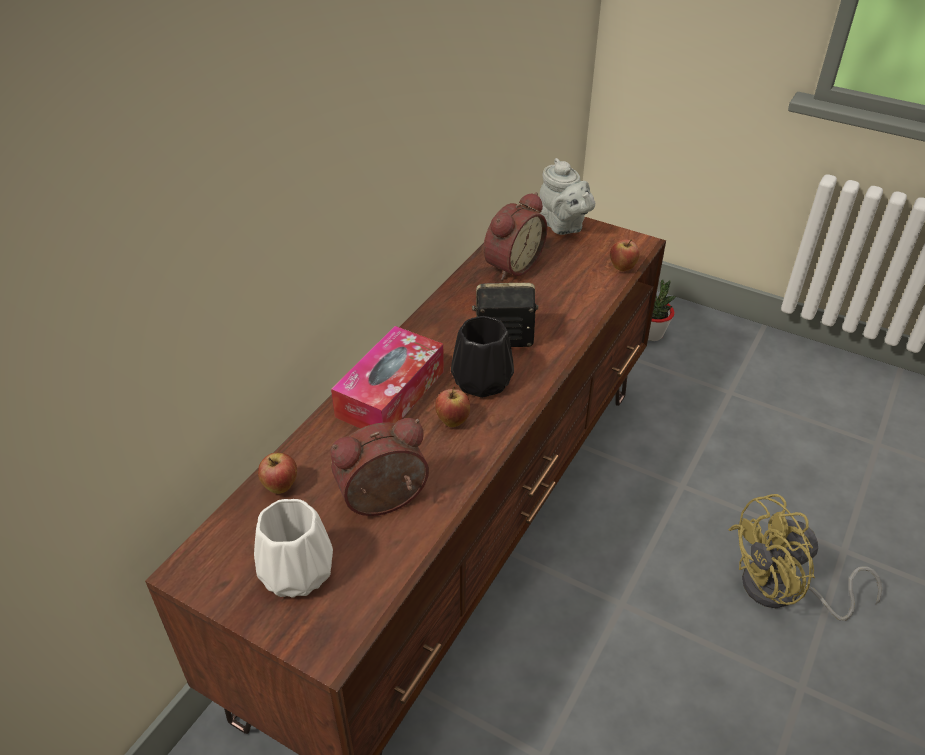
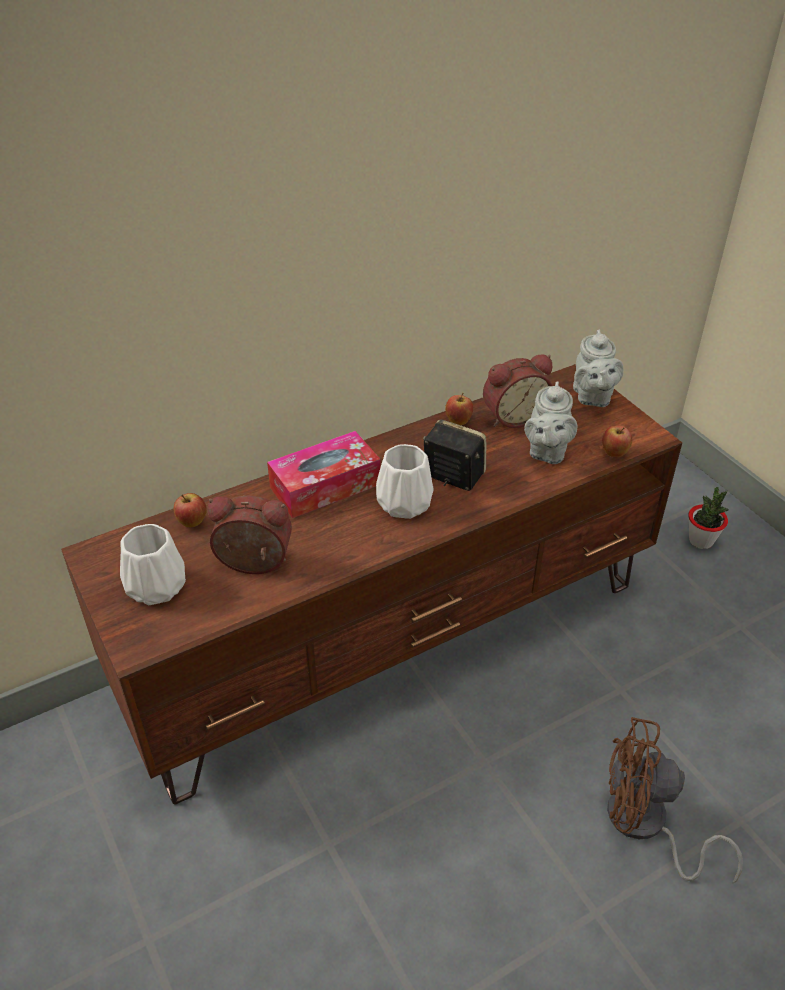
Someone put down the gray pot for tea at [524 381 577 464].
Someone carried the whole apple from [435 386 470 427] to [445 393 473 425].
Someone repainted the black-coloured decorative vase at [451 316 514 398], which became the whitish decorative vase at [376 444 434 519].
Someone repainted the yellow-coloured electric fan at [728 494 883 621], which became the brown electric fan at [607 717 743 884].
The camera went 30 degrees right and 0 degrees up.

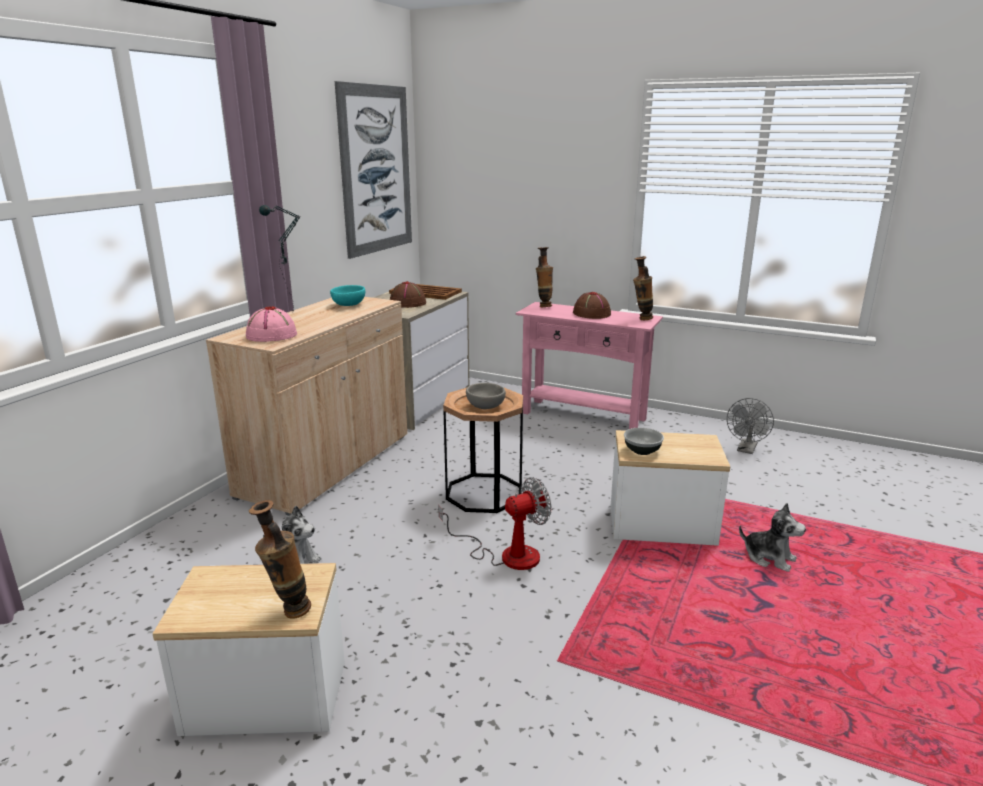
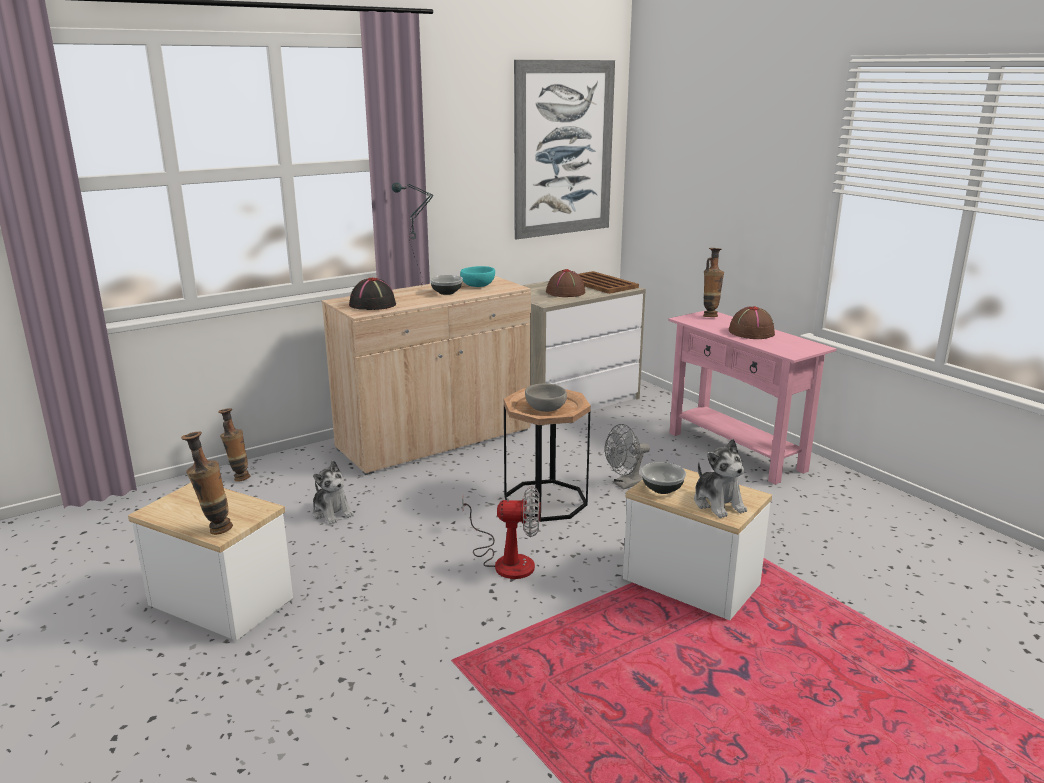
Someone put down the deep dish at [430 275 463 295].
Someone carried the decorative vase from [633 256 653 320] to [218 408 250 482].
Someone carried the gray electric fan from [727 398 774 454] to [605 424 650 490].
Someone carried the plush toy from [739 503 806 572] to [694 439 747 518].
Someone repainted the pink clothing hat at [246 306 297 342], which became the black-coloured clothing hat at [349 278 396 310].
The camera went 30 degrees right and 0 degrees up.

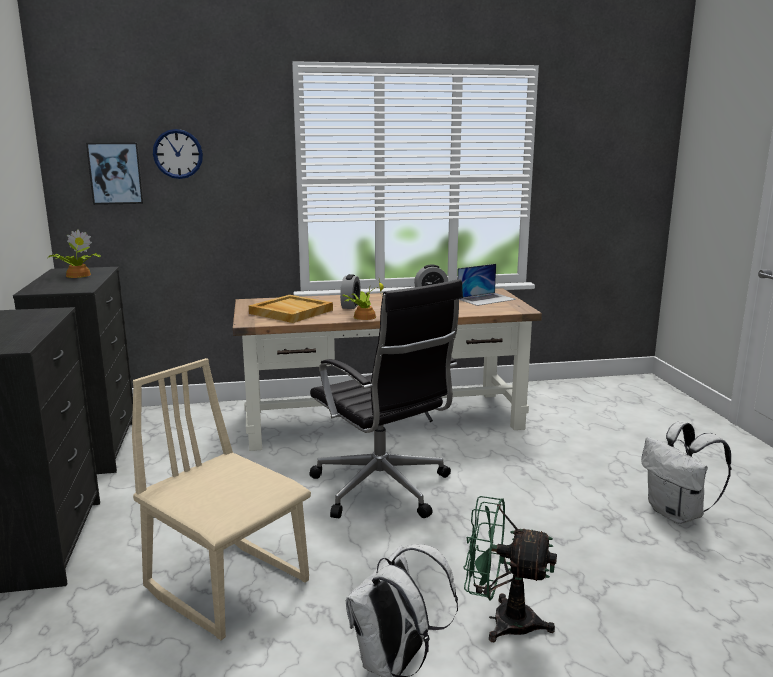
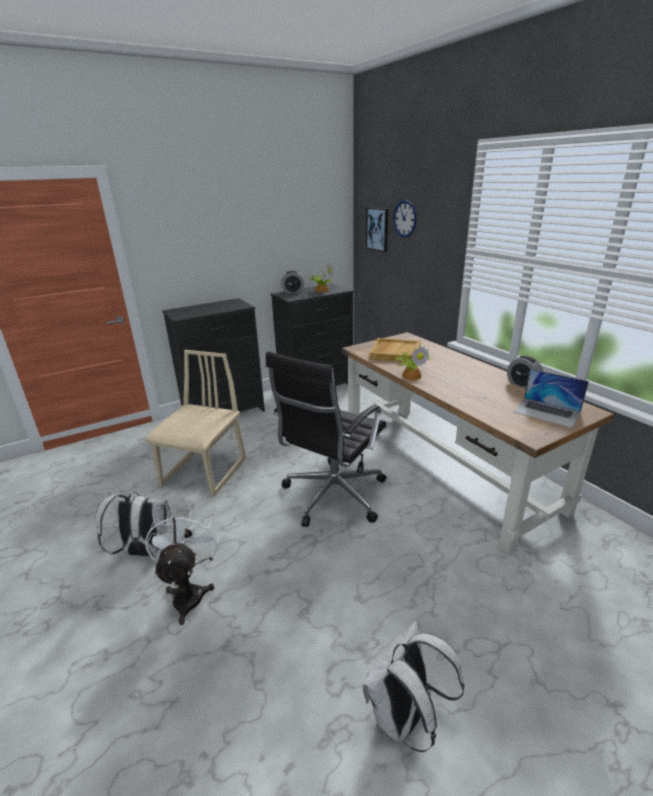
Someone carried the table clock from [340 274 361 309] to [281 271 304 293].
Someone repainted the greenish electric fan at [464 496 557 642], which became the whitish electric fan at [145 509 219 625].
The camera went 70 degrees right and 10 degrees up.

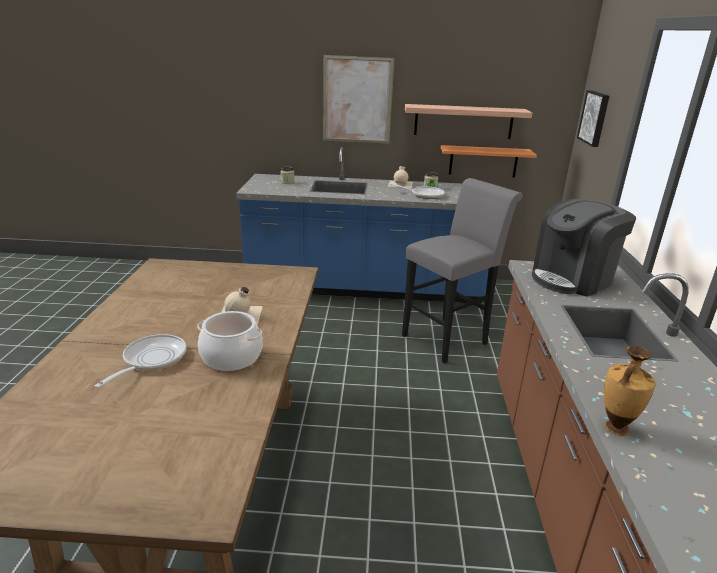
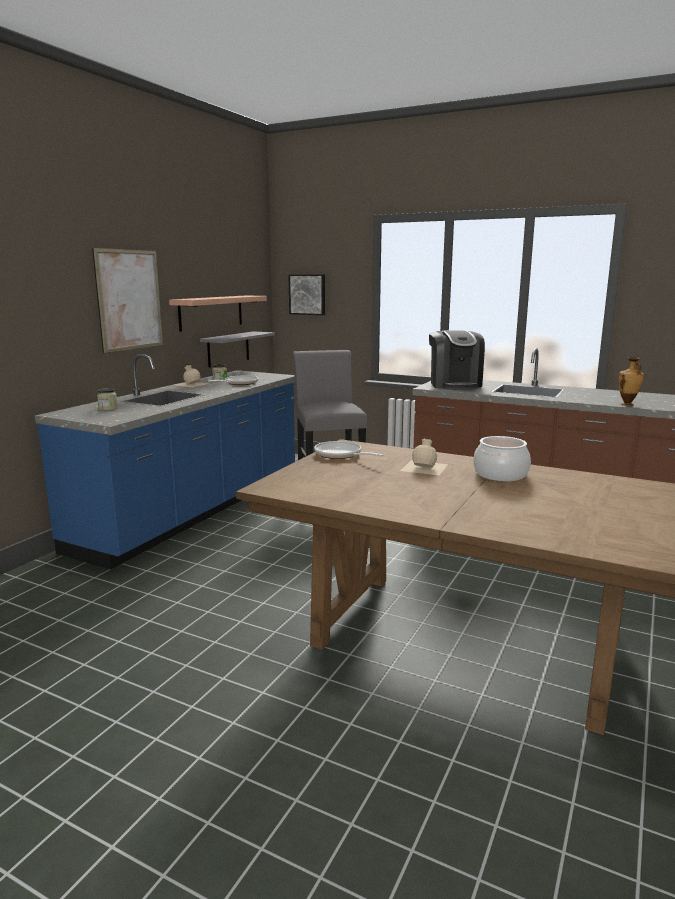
Someone carried the frying pan from [94 334 186 388] to [314 441 383 459].
Someone repainted the orangey wall shelf at [441 145 537 178], which became the gray wall shelf at [200 331 274 368].
The camera went 65 degrees left and 10 degrees down.

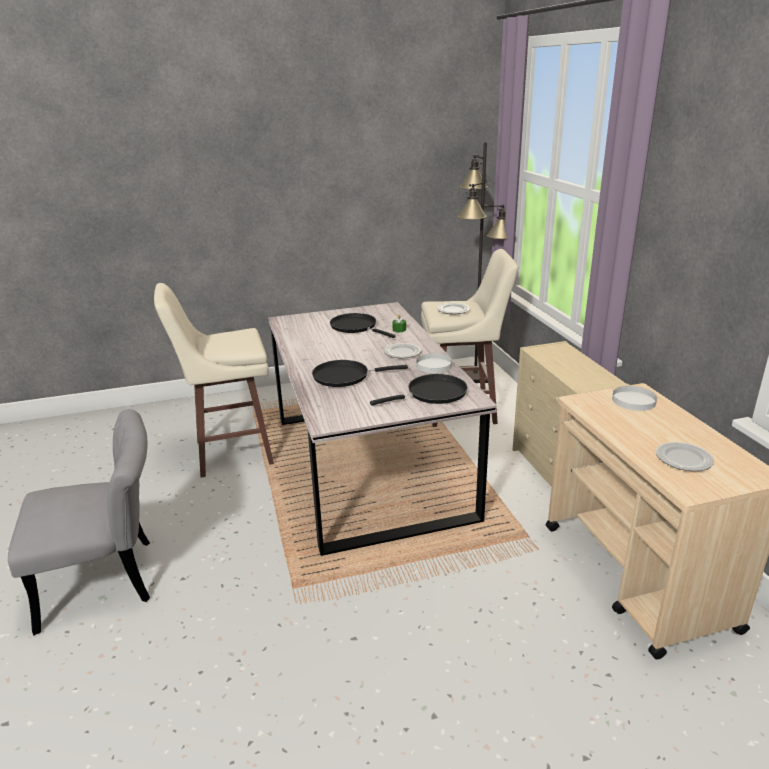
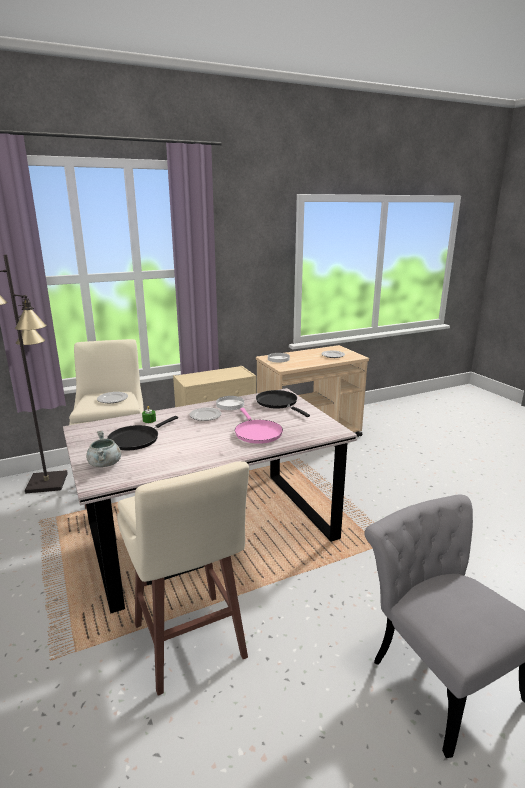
Someone put down the gray saucepot at [86 431 122 467].
Someone repainted the black-coloured frying pan at [312 360 408 387], which became the pink frying pan at [235 408 283 444].
The camera went 100 degrees left and 5 degrees down.

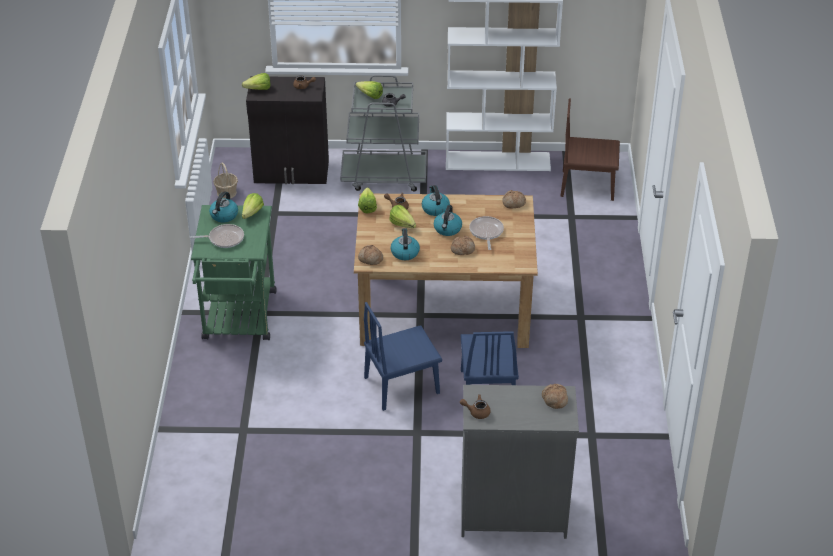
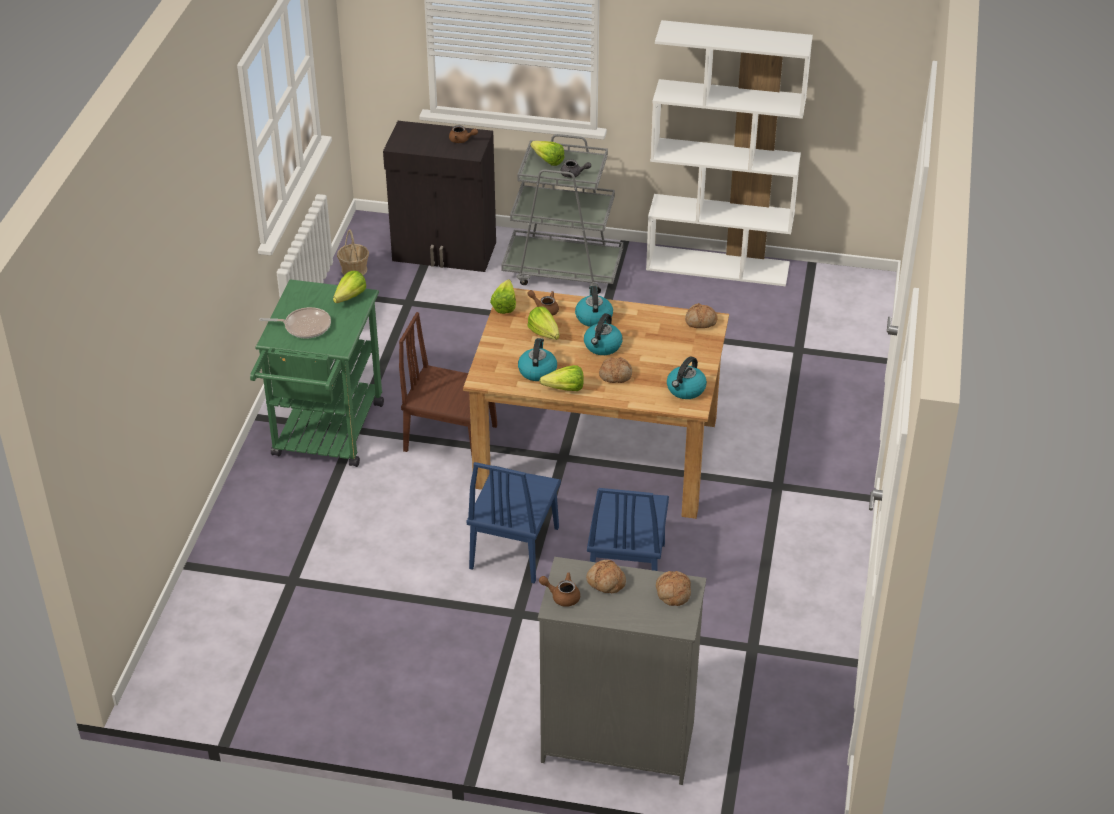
Someone took away the frying pan at [469 216 504 250].
Someone carried the water kettle from [209 191 238 223] to [667 356 707 399].
Someone carried the lettuce from [242 73 270 90] to [539 365 584 391].
Someone carried the baked bread from [358 245 383 265] to [586 560 626 593].
Someone carried the brown upright chair from [560 98 620 201] to [399 312 497 455].
Someone rotated the blue upright chair at [364 302 442 411] by 60 degrees counterclockwise.
The camera went 10 degrees right and 0 degrees up.

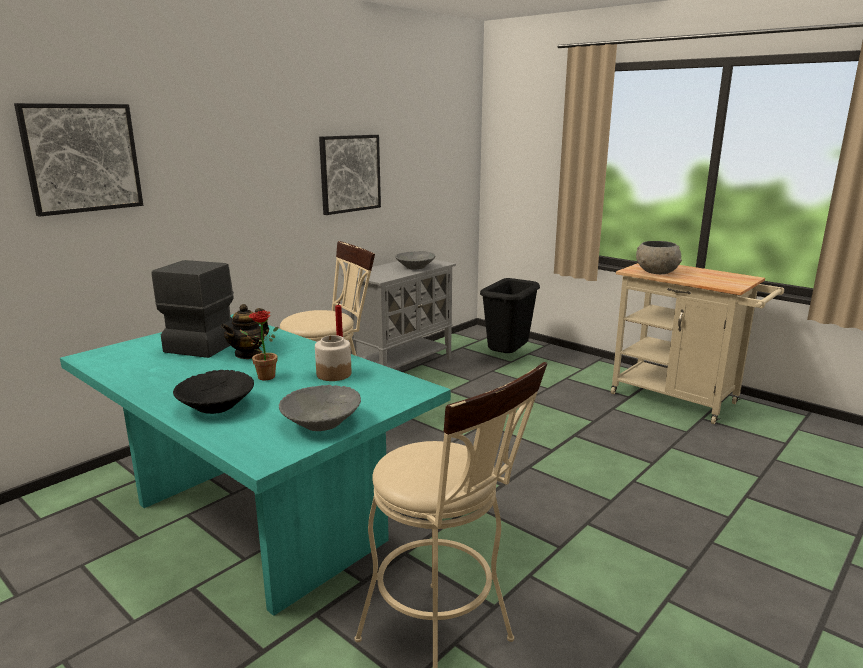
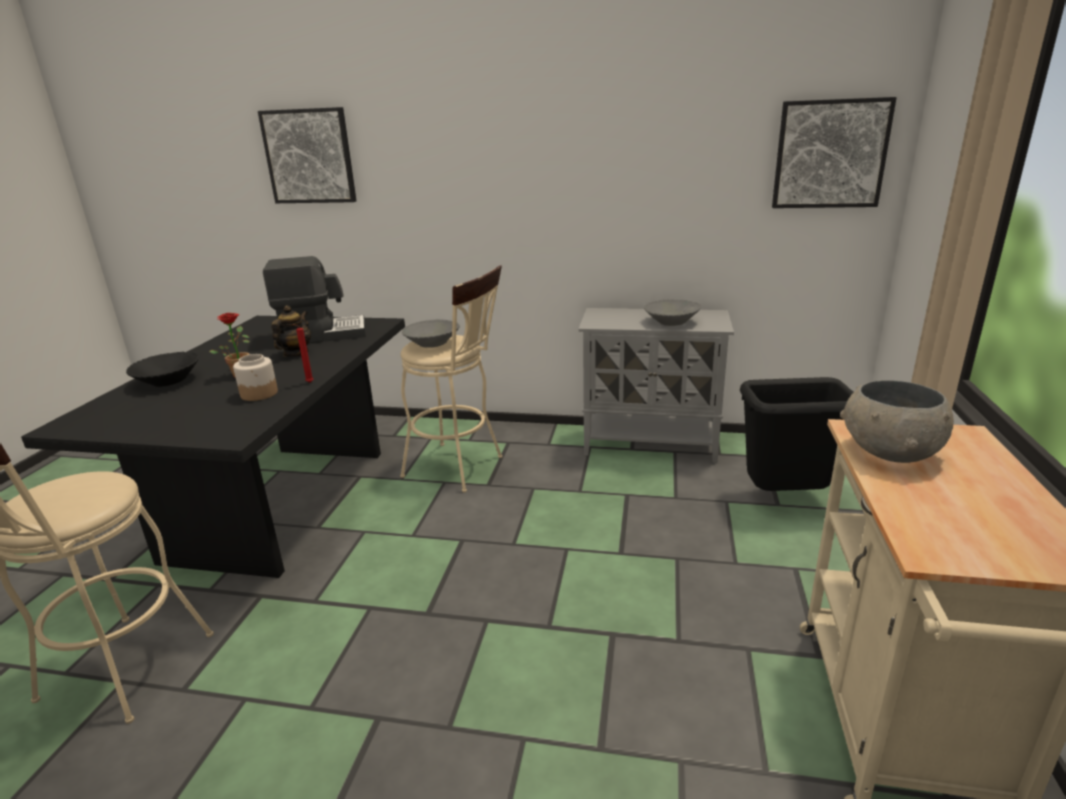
Someone carried the gray deep dish from [279 385 361 431] to [402 319 460 348].
Someone carried the wall picture from [319 135 381 215] to [772 97 897 208].
Someone repainted the turquoise-coloured dinner table at [60 314 451 616], which became the black-coloured dinner table at [21 316 405 578].
Someone rotated the pot for tea at [221 304 269 359] by 105 degrees clockwise.
The camera went 60 degrees right and 5 degrees up.

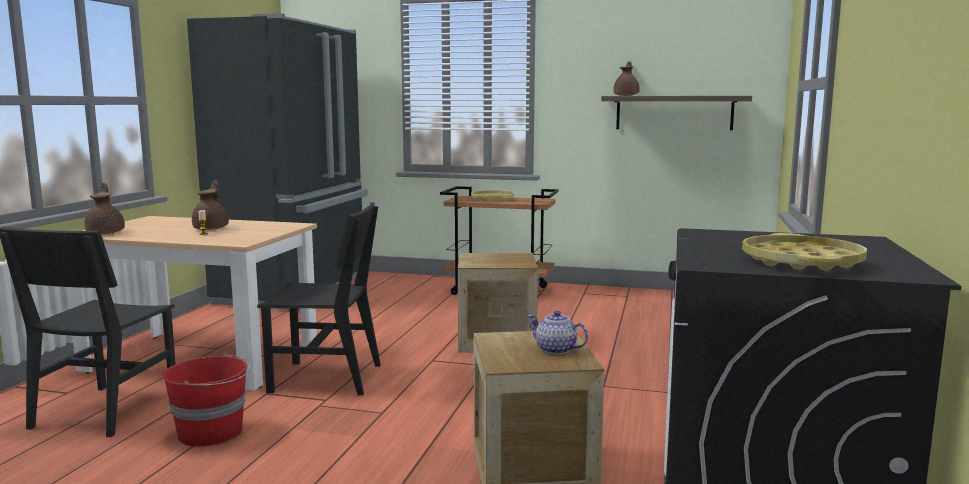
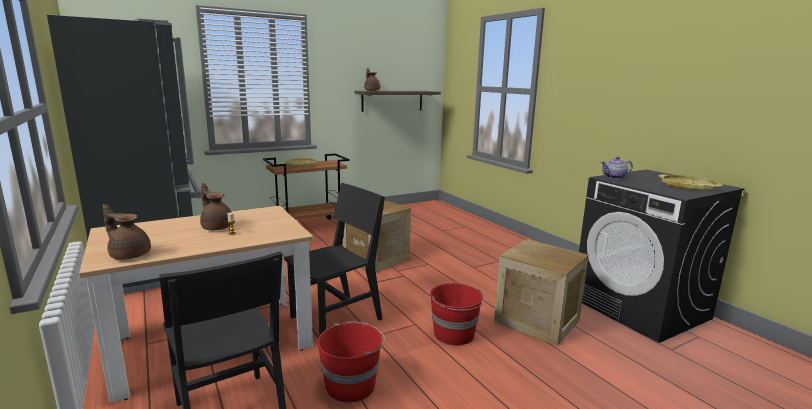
Someone put down the reddish bucket at [430 283 485 346].
Someone carried the pot for tea from [527 311 588 354] to [601 157 633 179].
The camera went 45 degrees left and 5 degrees up.

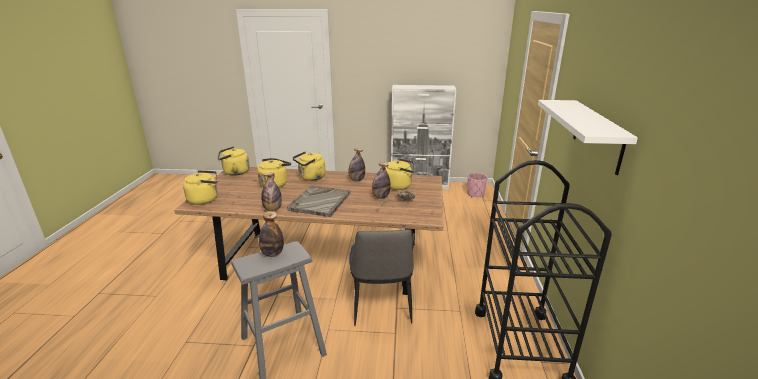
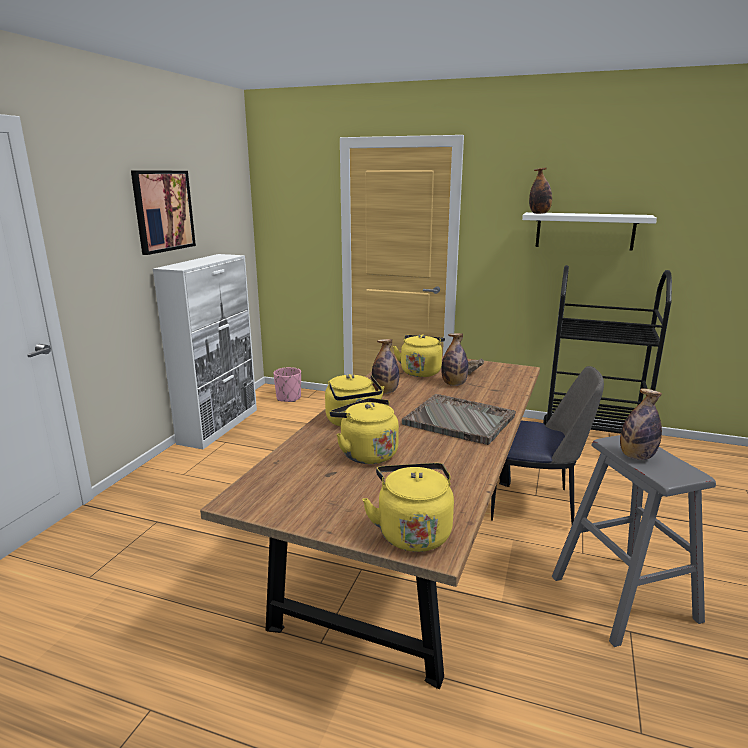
Someone took away the yellow-coloured water kettle at [218 147 249 176].
Someone put up the wall picture at [131 170 196 255].
Someone carried the bottle from [261 173 282 211] to [529 168 552 214].
The camera went 75 degrees left and 5 degrees down.

